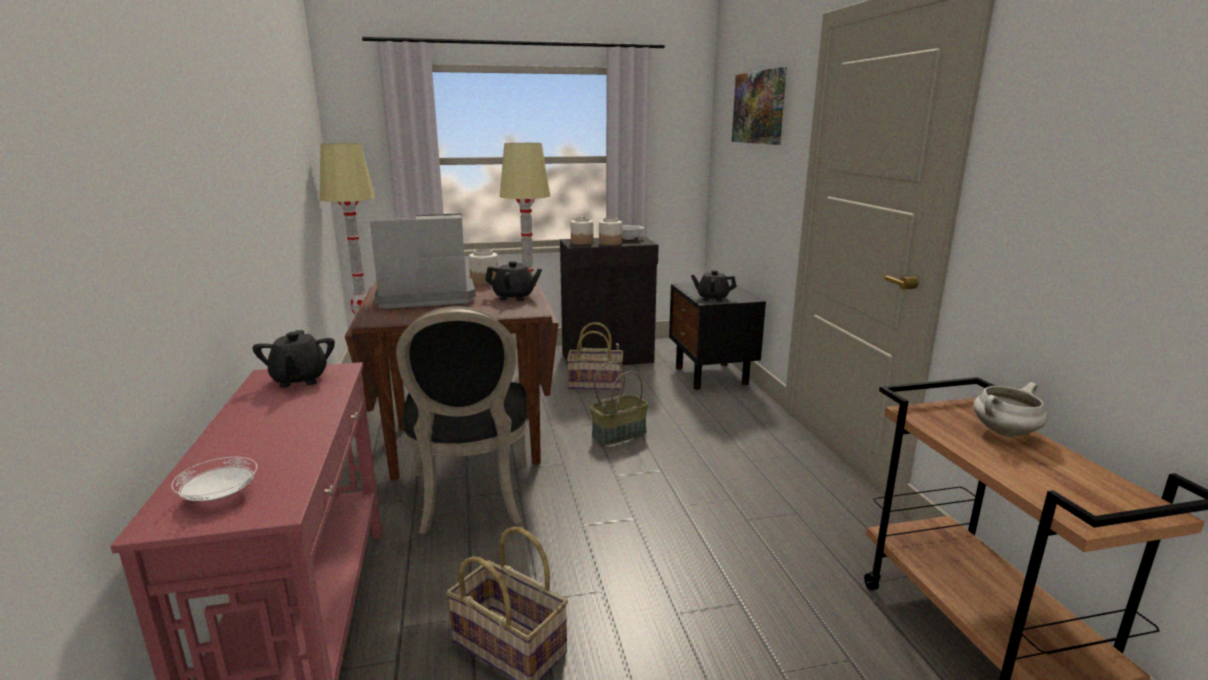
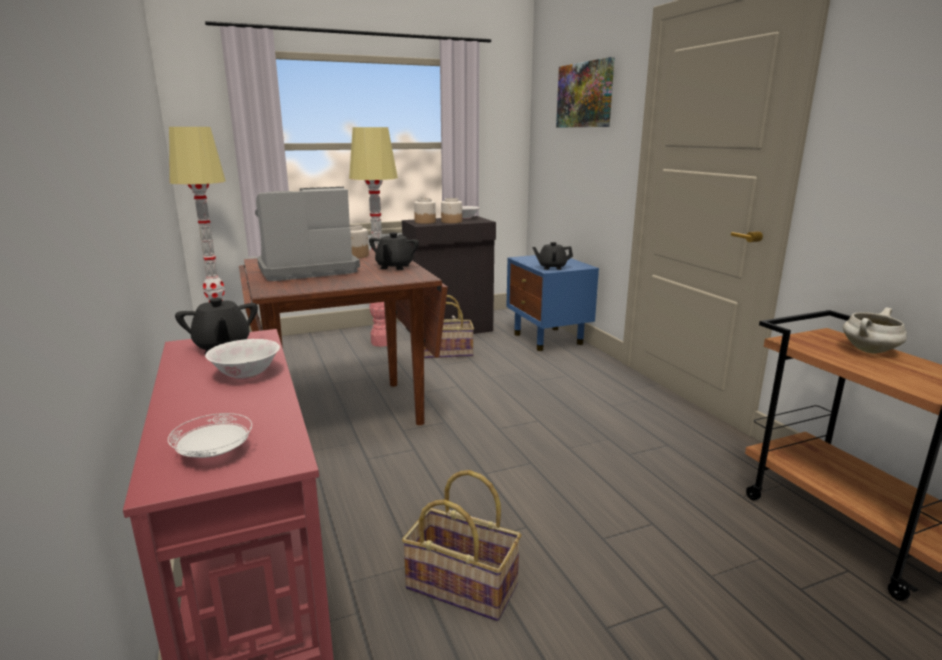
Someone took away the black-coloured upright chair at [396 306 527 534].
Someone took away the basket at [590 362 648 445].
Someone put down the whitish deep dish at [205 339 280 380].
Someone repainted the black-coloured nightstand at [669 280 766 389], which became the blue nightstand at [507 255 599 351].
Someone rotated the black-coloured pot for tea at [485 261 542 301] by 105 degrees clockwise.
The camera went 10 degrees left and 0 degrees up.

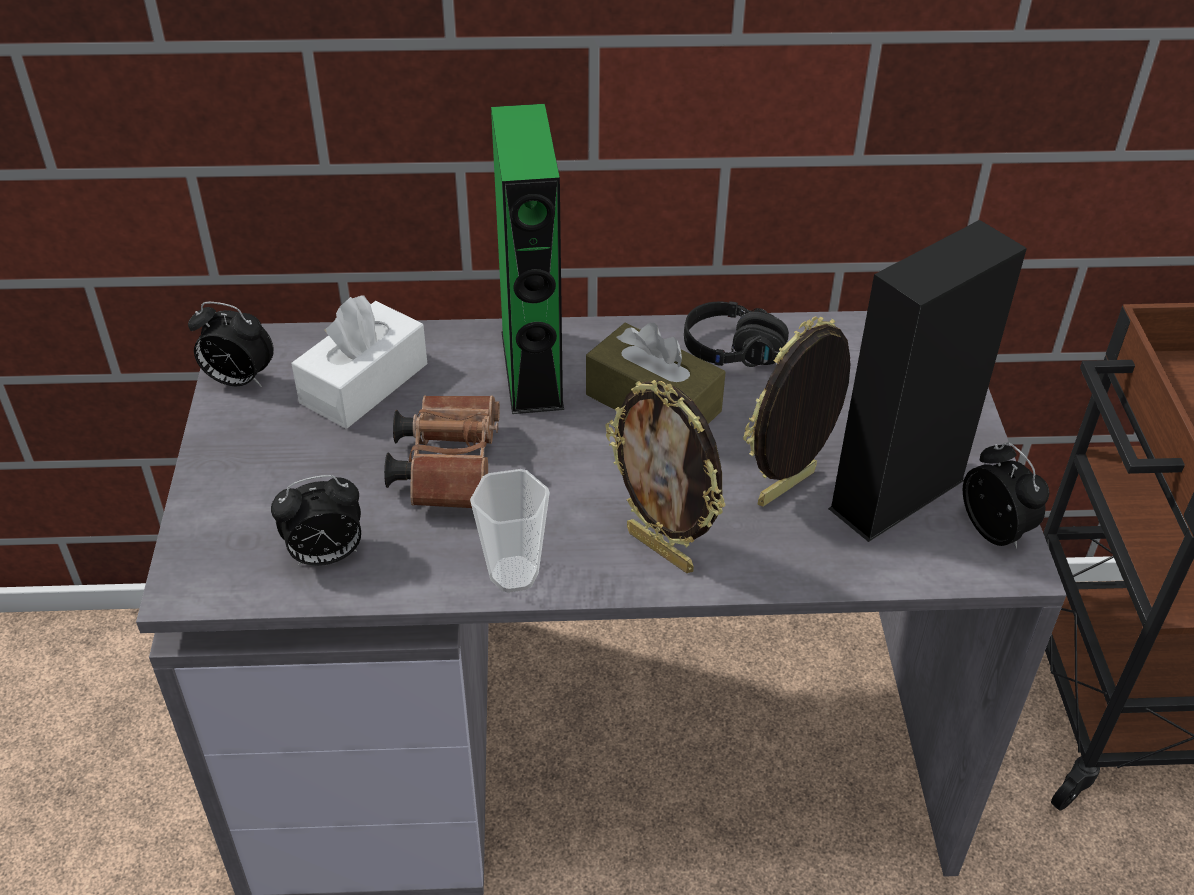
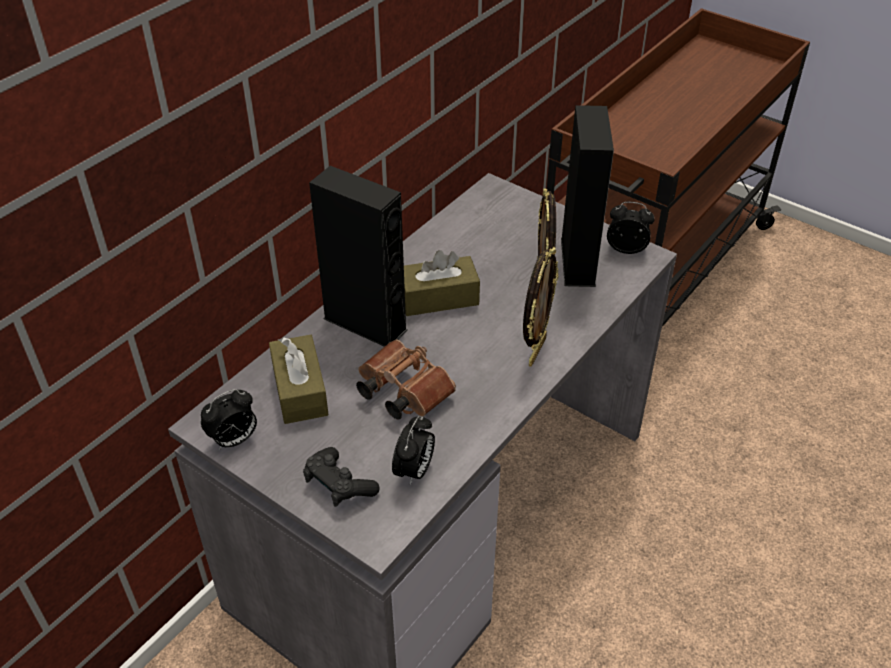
Someone took away the small cup at [470 469 550 593].
Someone took away the black-coloured headset at [684 301 789 367].
Someone put down the black-coloured gamepad at [303 447 379 507].
Someone repainted the whitish tissue holder at [291 295 427 429], which became the brown tissue holder at [269 335 329 424].
Someone repainted the greenish audio speaker at [491 104 564 414], which became the black-coloured audio speaker at [309 166 408 347].
Someone rotated the standing frame at [605 380 726 573] by 60 degrees counterclockwise.
The camera went 50 degrees left and 0 degrees up.

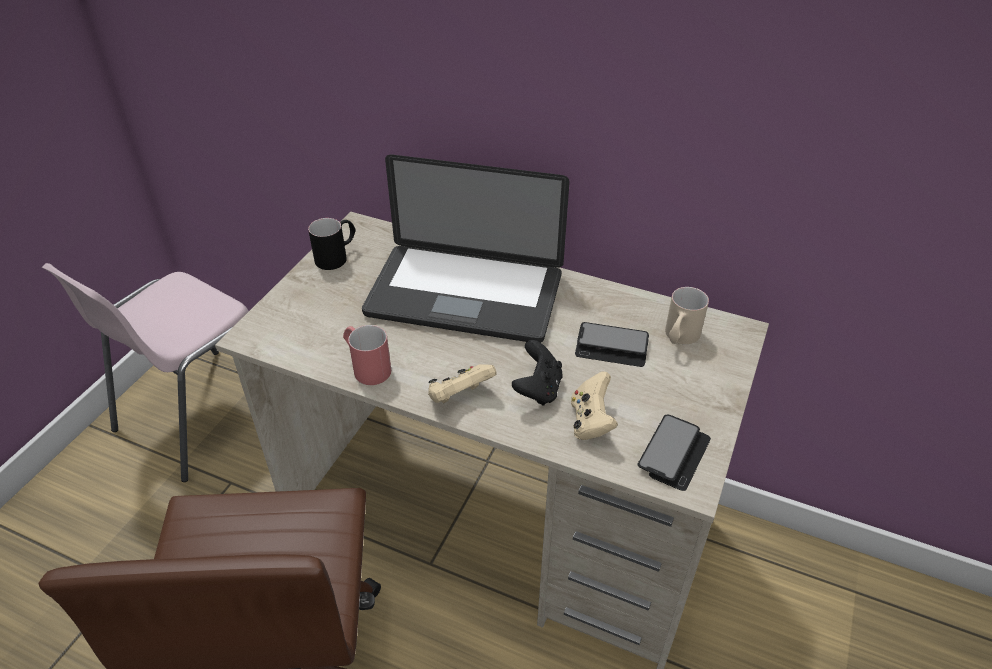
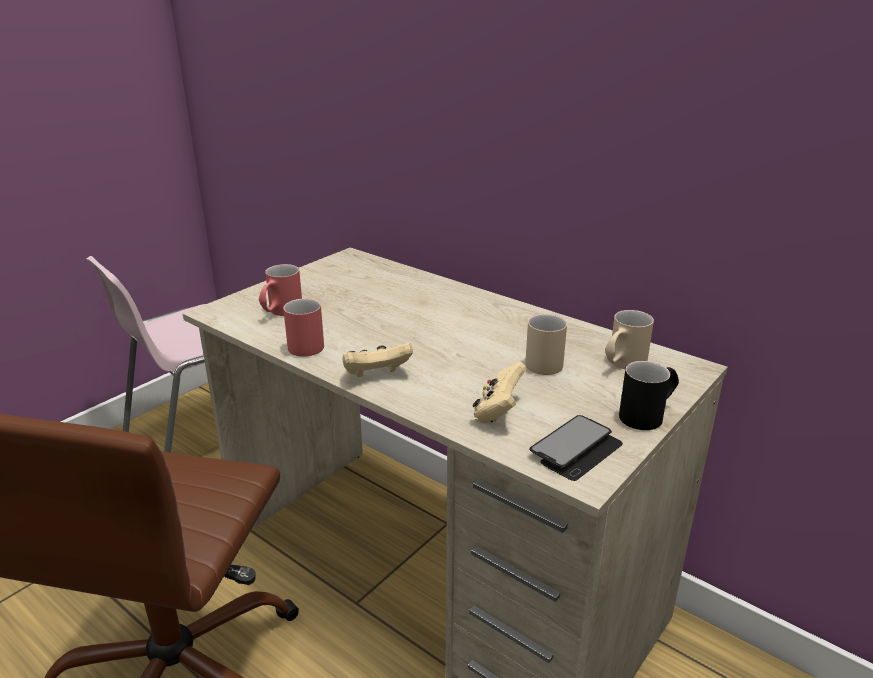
Someone took away the laptop at [362 154 570 343].
Someone took away the black-coloured gamepad at [512 340 562 406].
Someone put down the reddish tea mug at [259 264 302 316].
Someone carried the black-coloured tea mug from [308 218 355 270] to [619 361 679 430].
Someone swapped the telephone at [575 322 649 367] for the beige-coloured tea mug at [525 314 567 375].
The camera went 15 degrees right and 15 degrees down.

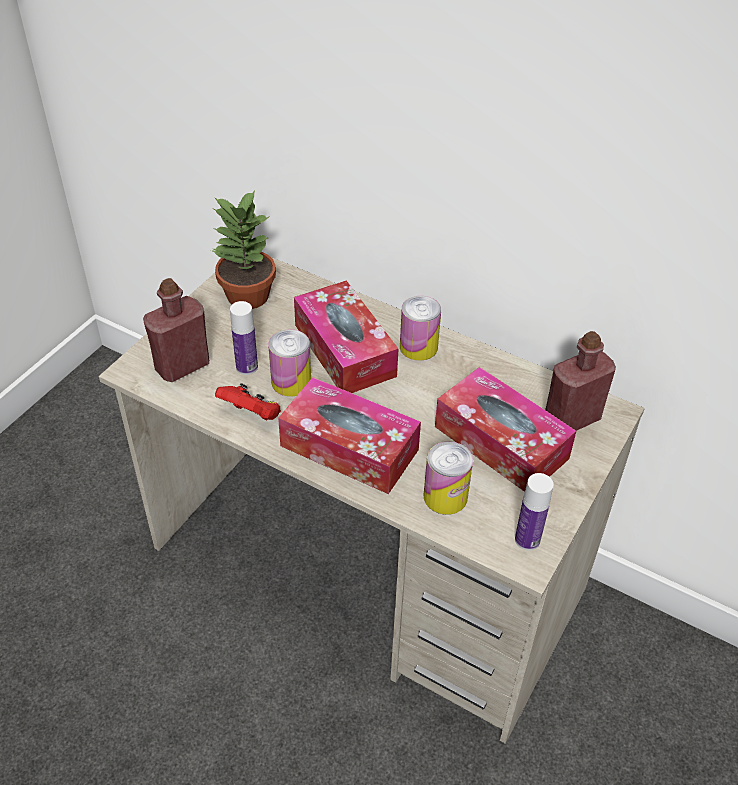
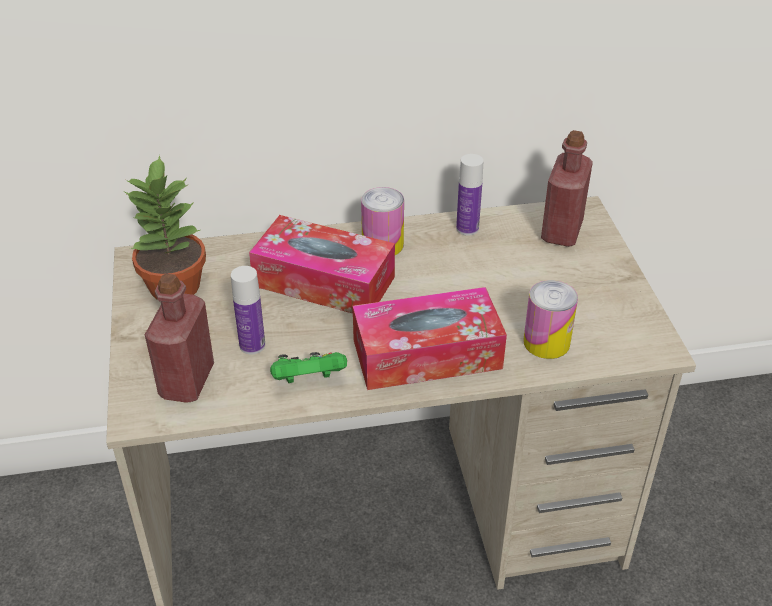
Someone took away the can at [268 329 311 396].
Someone took away the tissue holder at [435 367 576 492].
Someone carried the bottle from [515 473 554 551] to [456 154 483 236].
Someone repainted the reddish gamepad at [215 383 281 421], which became the greenish gamepad at [270 352 347 383].
The camera went 40 degrees left and 5 degrees down.

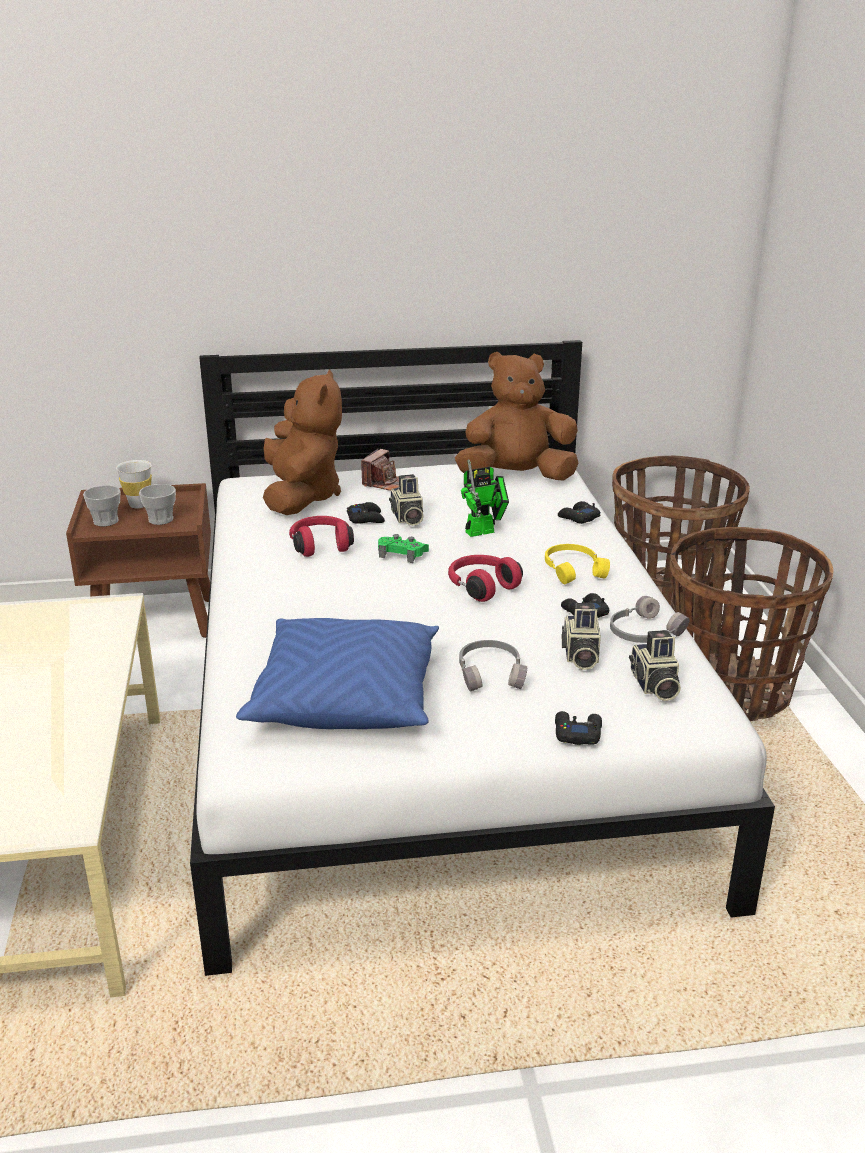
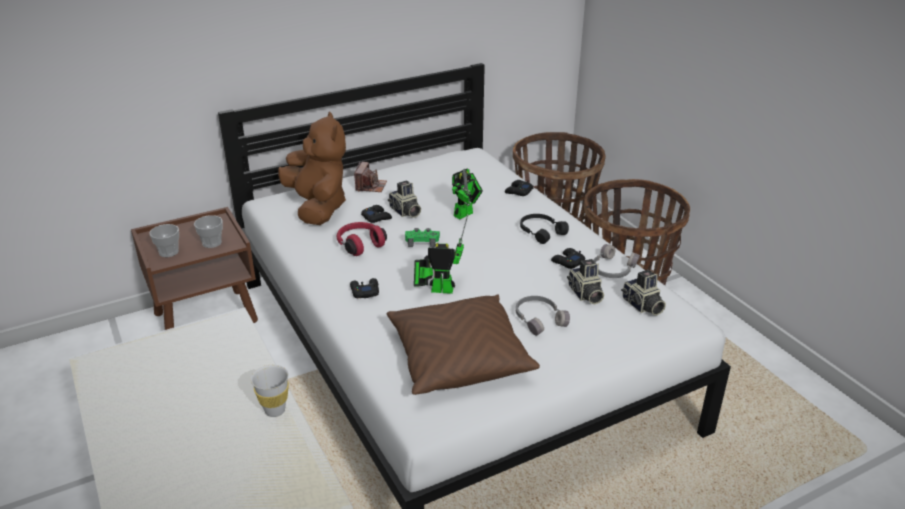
Someone took away the reddish headset at [448 555 523 602].
Someone took away the brown plush toy at [455 352 579 481].
Someone put down the model robot at [414 214 468 294].
Someone carried the whitish small cup from [116 460 152 508] to [251 365 289 417].
Someone carried the black-coloured gamepad from [555 711 602 745] to [350 278 379 298].
Someone repainted the blue cushion at [236 618 439 729], which became the brown cushion at [387 294 540 395].
Someone repainted the yellow-coloured headset at [545 544 610 584], which became the black-coloured headset at [520 214 569 244].
The camera went 20 degrees left and 5 degrees up.

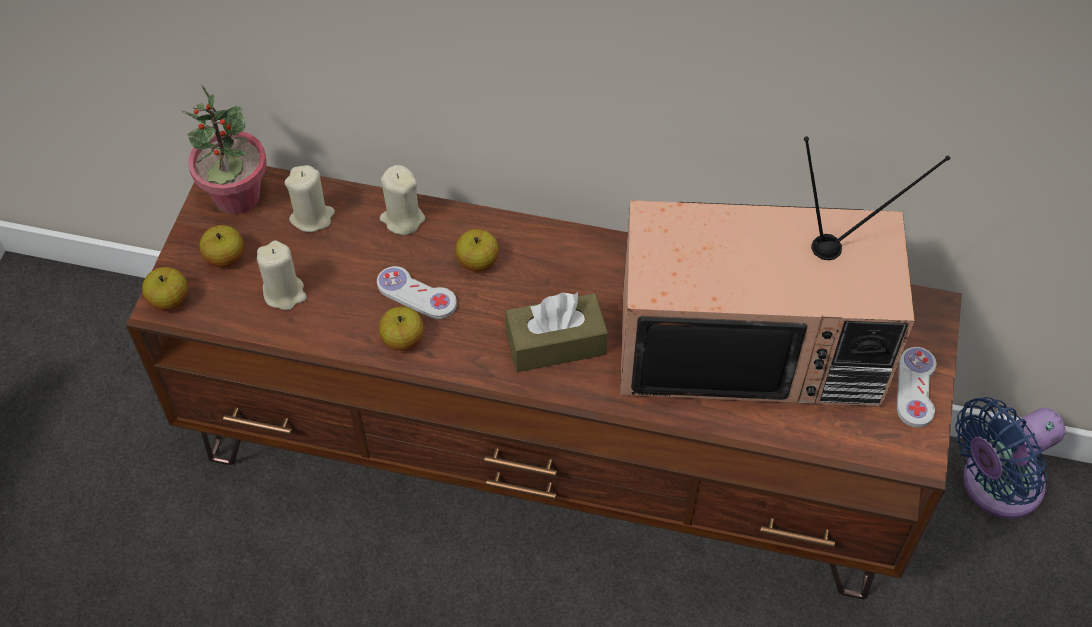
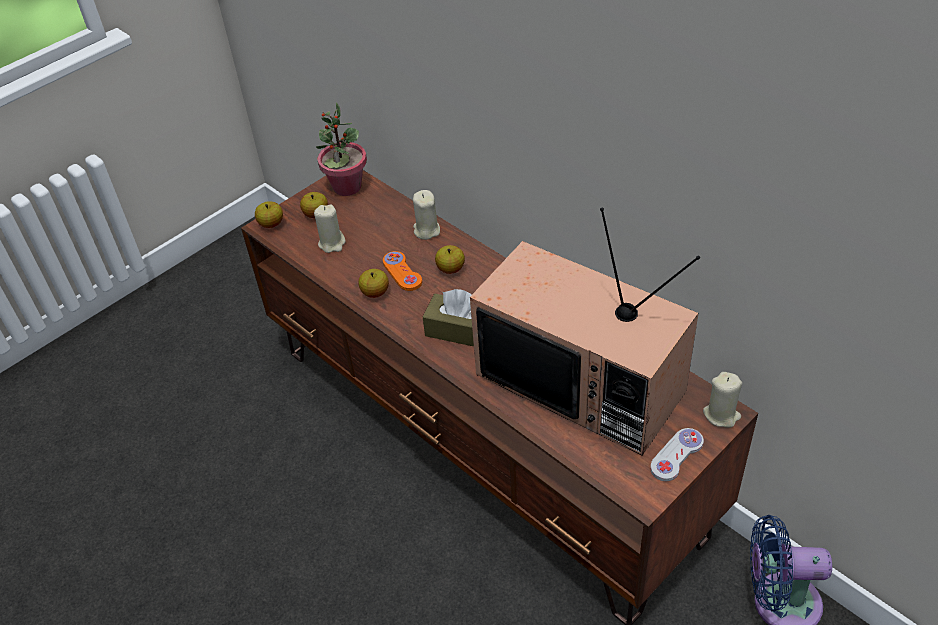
Someone carried the beige-coloured wax candle from [285 165 335 232] to [703 372 742 428].
Someone repainted the whitish gamepad at [377 266 457 319], which became the orangey gamepad at [383 251 422 291].
The camera went 35 degrees right and 10 degrees down.

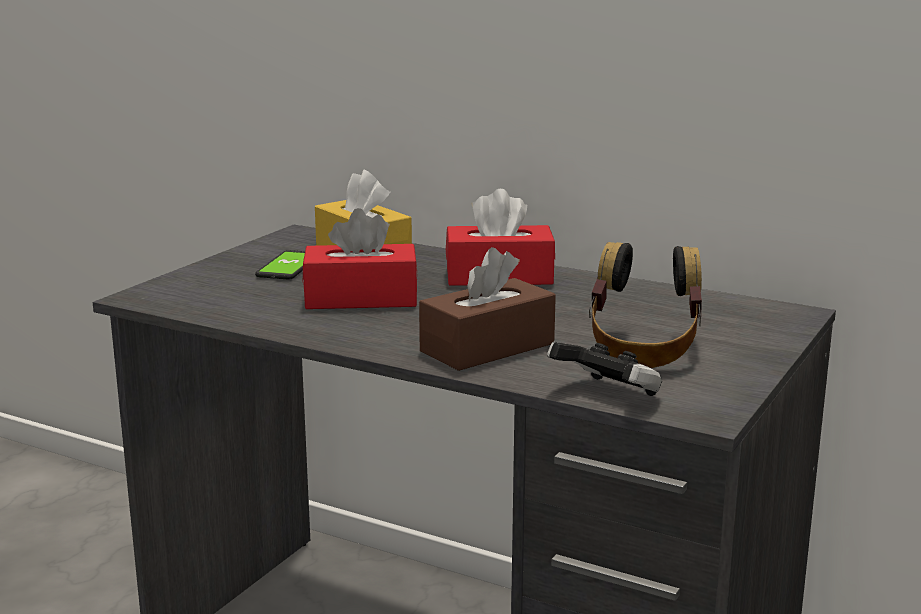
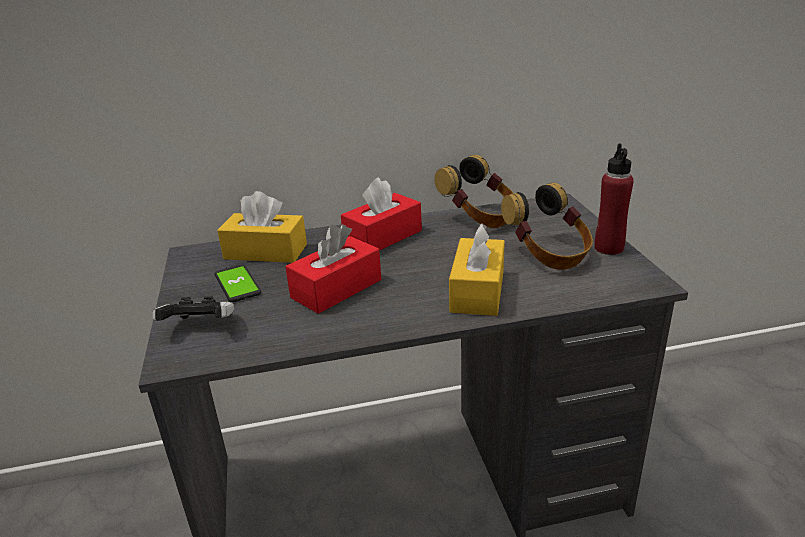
Someone put down the headset at [434 155 513 228].
Someone put down the reddish bottle at [594 144 634 255].
Someone carried the gamepad from [547 342 662 396] to [153 296 234 321].
Someone repainted the brown tissue holder at [419 247 556 371], which became the yellow-coloured tissue holder at [449 223 505 316].
The camera went 40 degrees left and 10 degrees up.

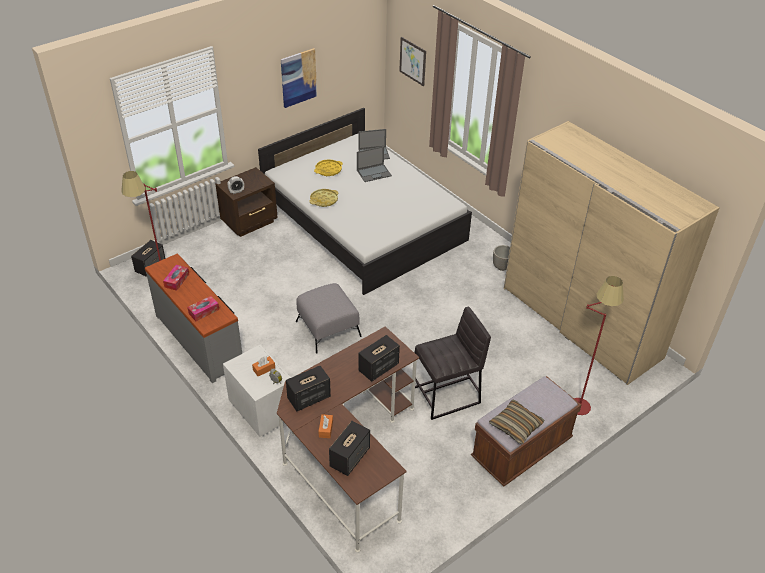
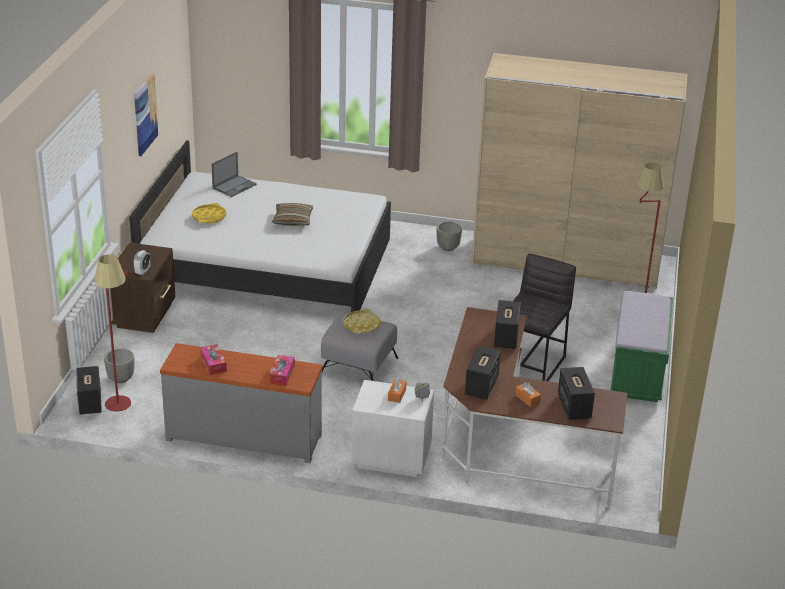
Someone took away the laptop at [357 146 392 182].
Someone took away the wall picture at [399 37 426 86].
Someone put down the flower pot at [104 348 134 383].
Someone carried the yellow-coloured serving tray from [309 189 339 207] to [343 309 381 334].
Someone carried the cushion from [489 399 545 444] to [272 203 313 226].
Someone repainted the brown indoor bench at [471 376 581 486], which became the greenish indoor bench at [611 291 673 402].
The camera went 40 degrees left and 10 degrees down.

